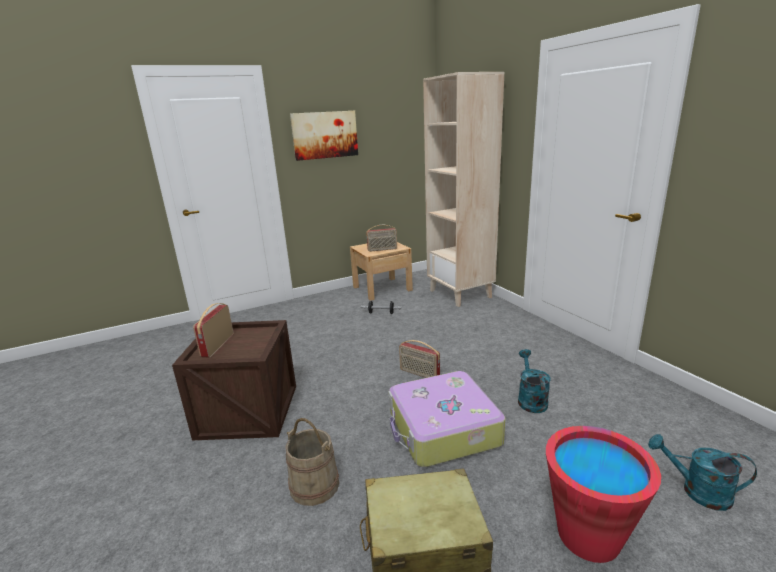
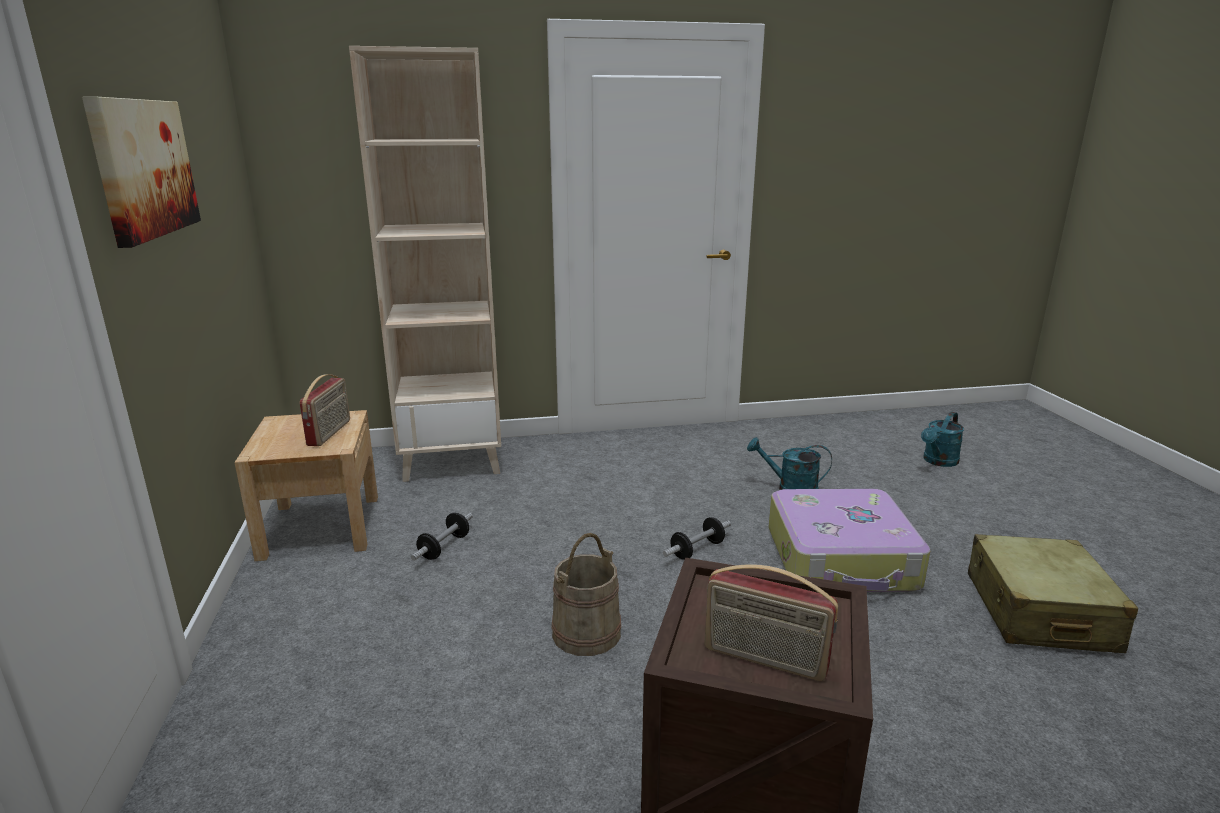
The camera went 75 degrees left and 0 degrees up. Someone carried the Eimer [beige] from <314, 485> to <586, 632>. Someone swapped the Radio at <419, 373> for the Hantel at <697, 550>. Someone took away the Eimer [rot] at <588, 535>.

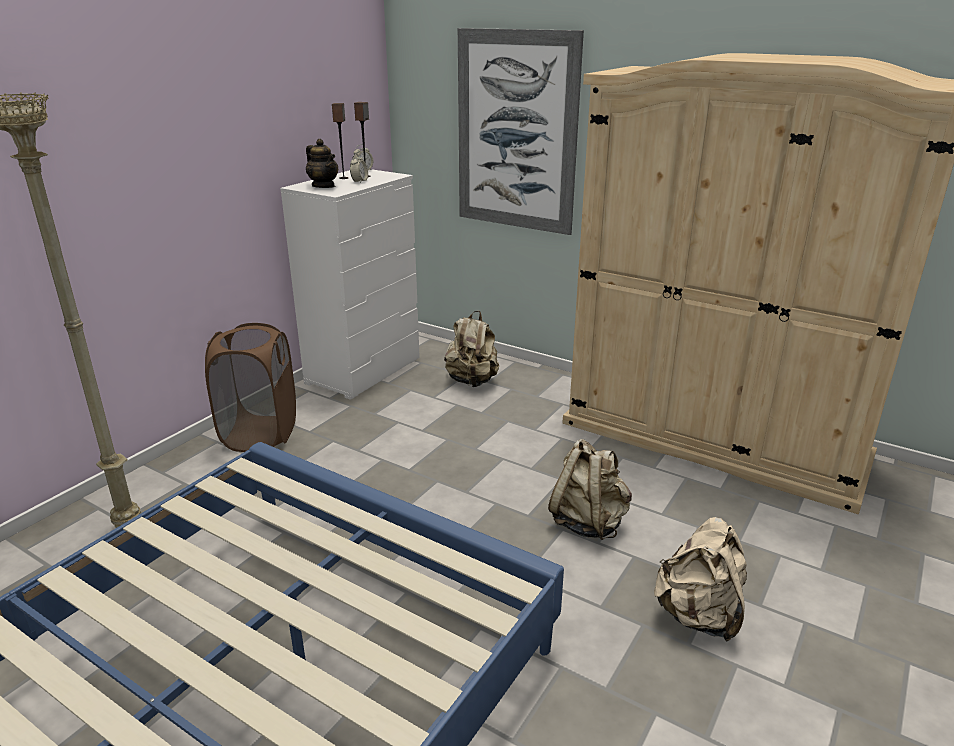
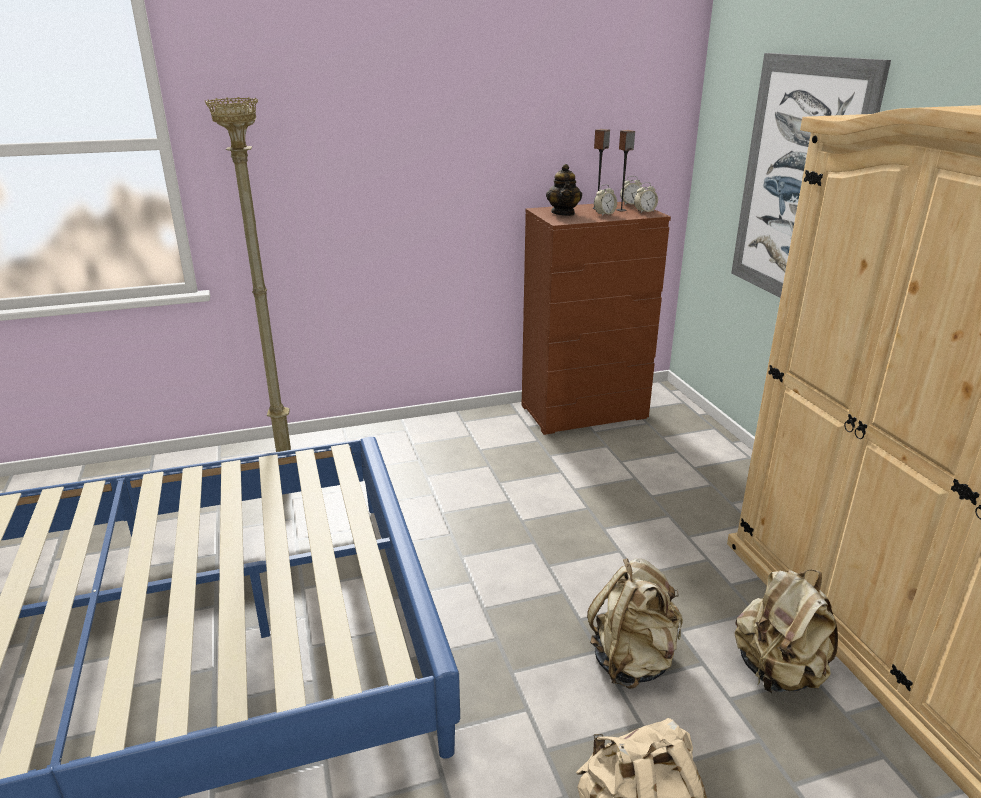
The camera went 40 degrees right and 0 degrees up. Someone took away the Wäschekorb [braun] at <260, 434>. Someone repainted the Kommode [weiß] at <364, 371>, which became the Kommode [braun] at <584, 412>. Someone carried the Rucksack [beige] from <472, 381> to <778, 672>. Someone put down the Wecker at <644, 212>.

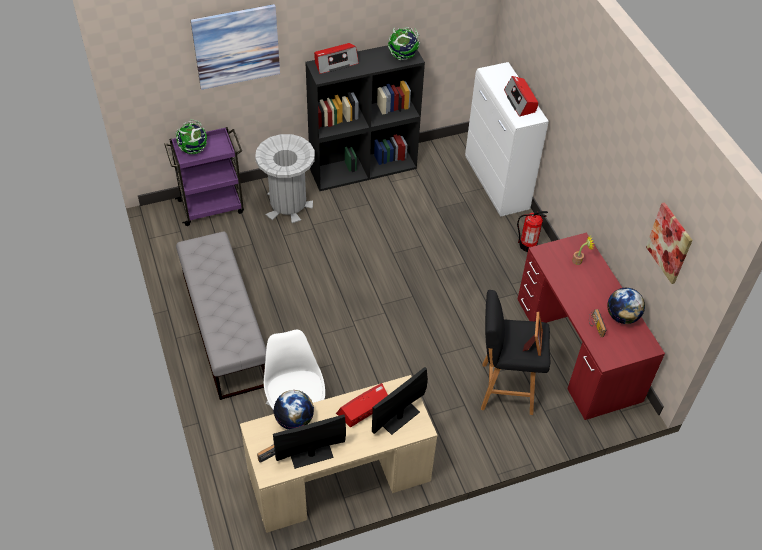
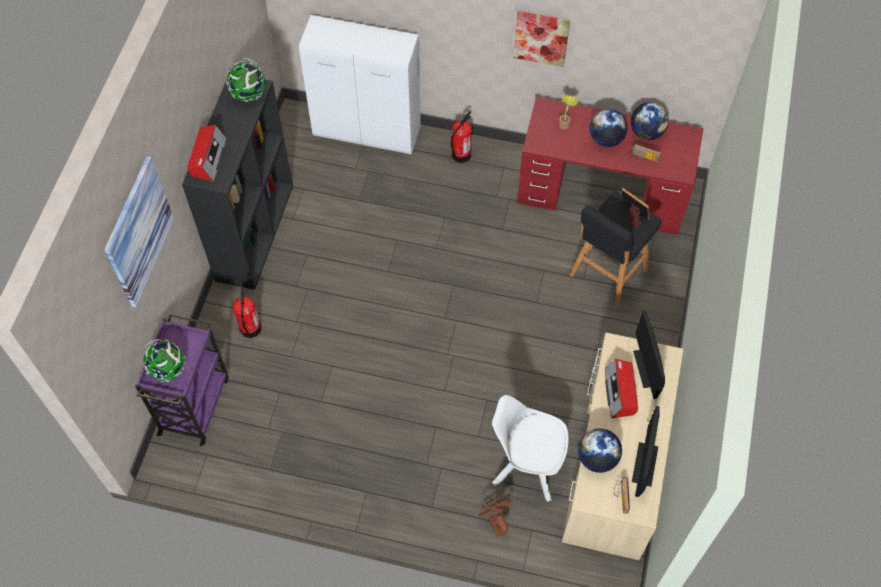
The camera went 55 degrees left and 10 degrees up. Someone took away the Bank [grau] at <224, 327>. Someone swapped the Mülleimer [grau] at <288, 204> for the Feuerlöscher at <250, 329>. Someone took away the Radio at <520, 101>. Someone carried the Bild from <669, 243> to <541, 38>. Someone put down the Ventilator [braun] at <496, 521>. Someone put down the Globus at <606, 139>.

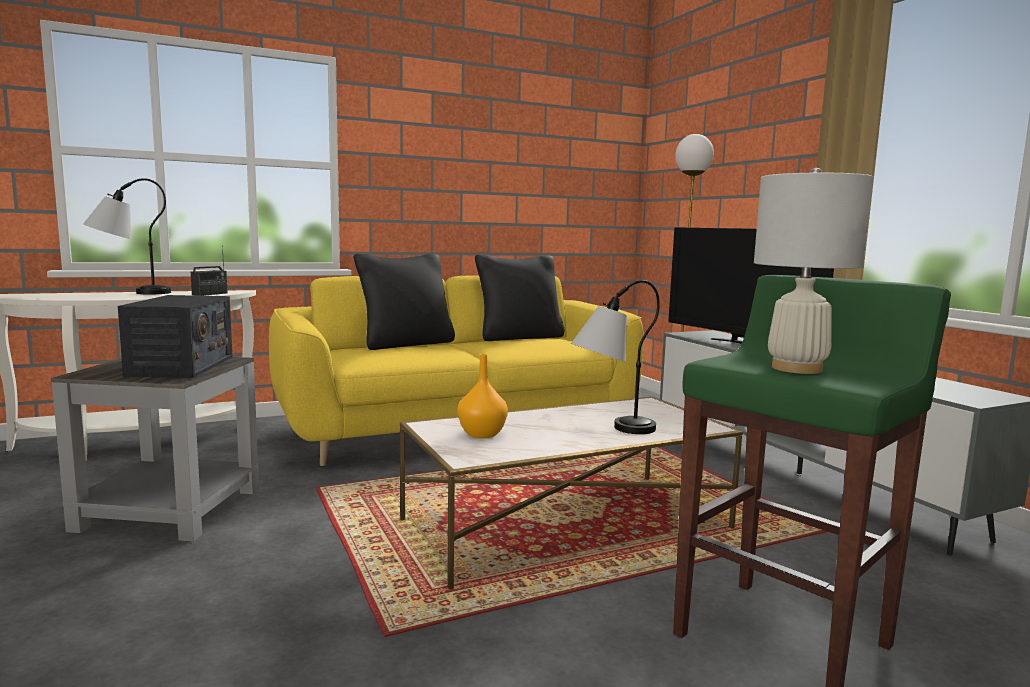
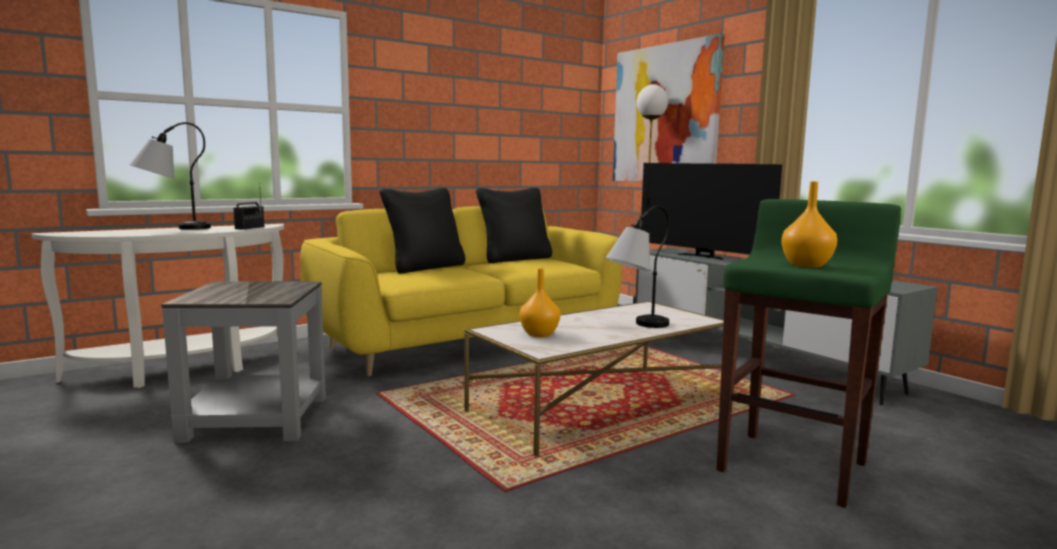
The camera went 10 degrees left and 0 degrees up. Someone took away the Radio at <181, 366>. Someone swapped the Tischlampe [weiß] at <796, 368> for the Vase [orange] at <806, 265>. Someone put up the Bild at <665, 115>.

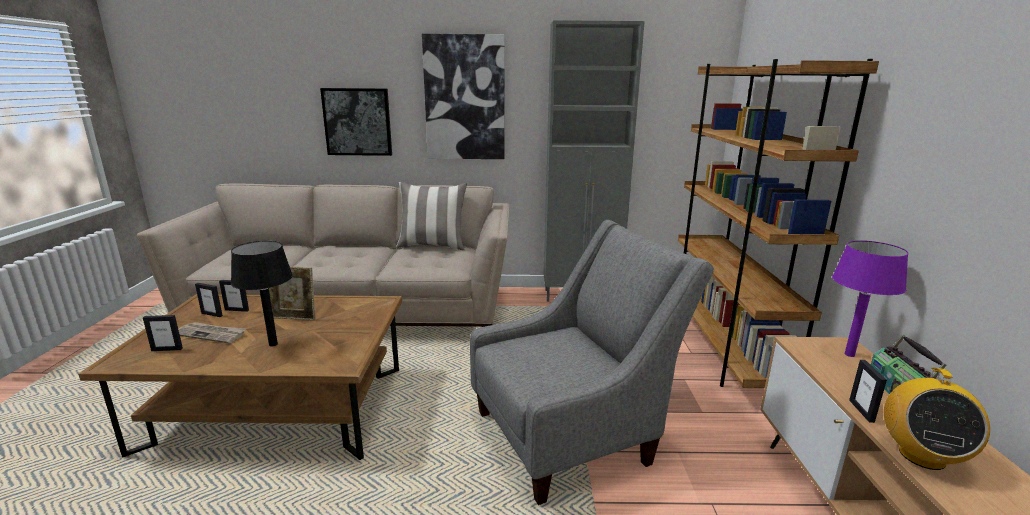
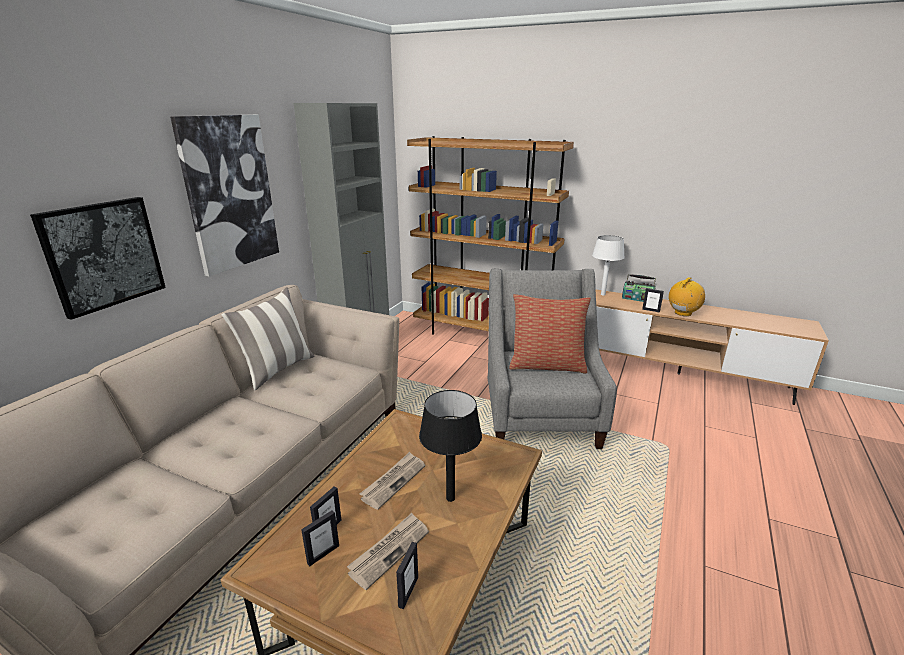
The camera went 65 degrees left and 5 degrees up. Someone swapped the Bilderrahmen at <294, 318> for the Zeitung at <393, 481>. Someone repainted the Tischlampe [lila] at <850, 354>, which became the Tischlampe [weiß] at <603, 294>. Someone rotated the Radio at <921, 455> by 90 degrees counterclockwise. Someone put down the Kissen at <547, 365>.

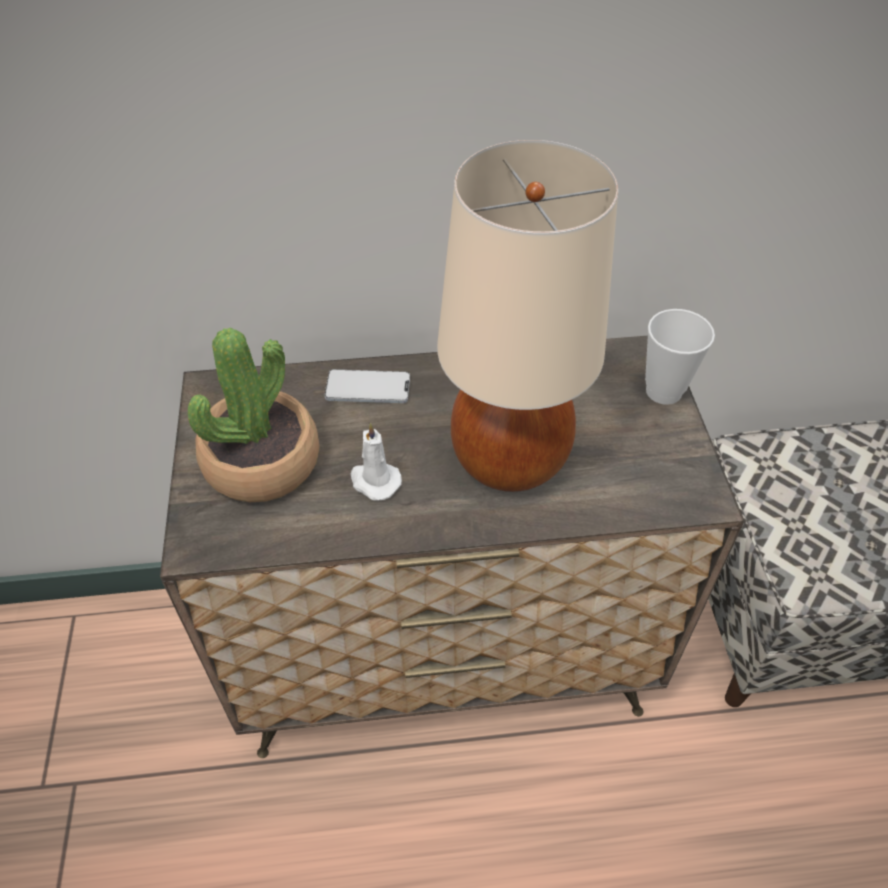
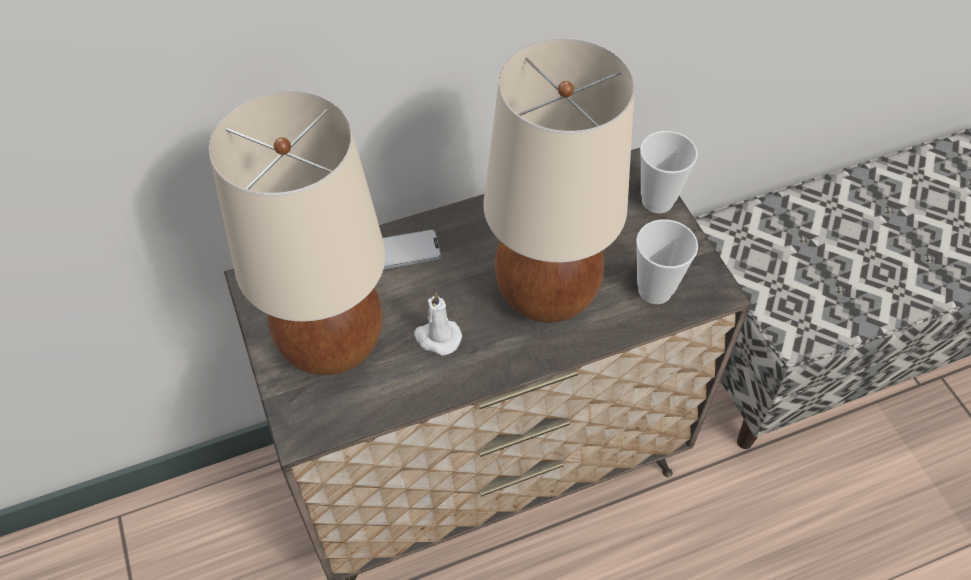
The camera went 15 degrees left and 5 degrees up. Someone swapped the Topfpflanze at <262, 461> for the Tischlampe [beige] at <331, 341>. Someone put down the Tasse at <655, 290>.

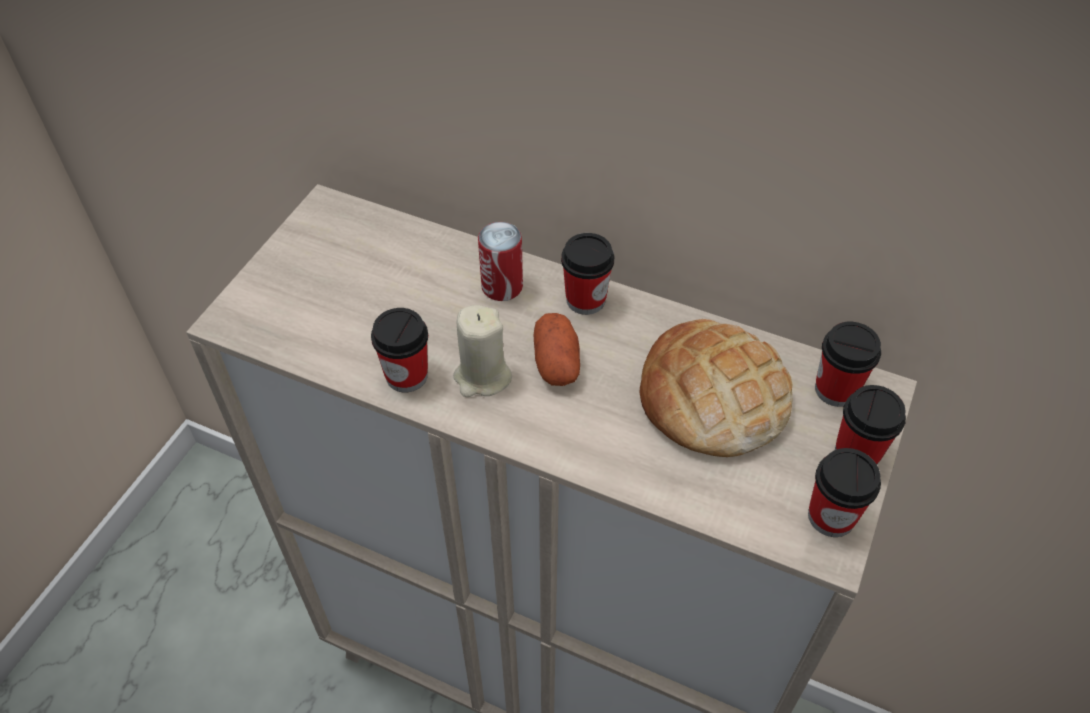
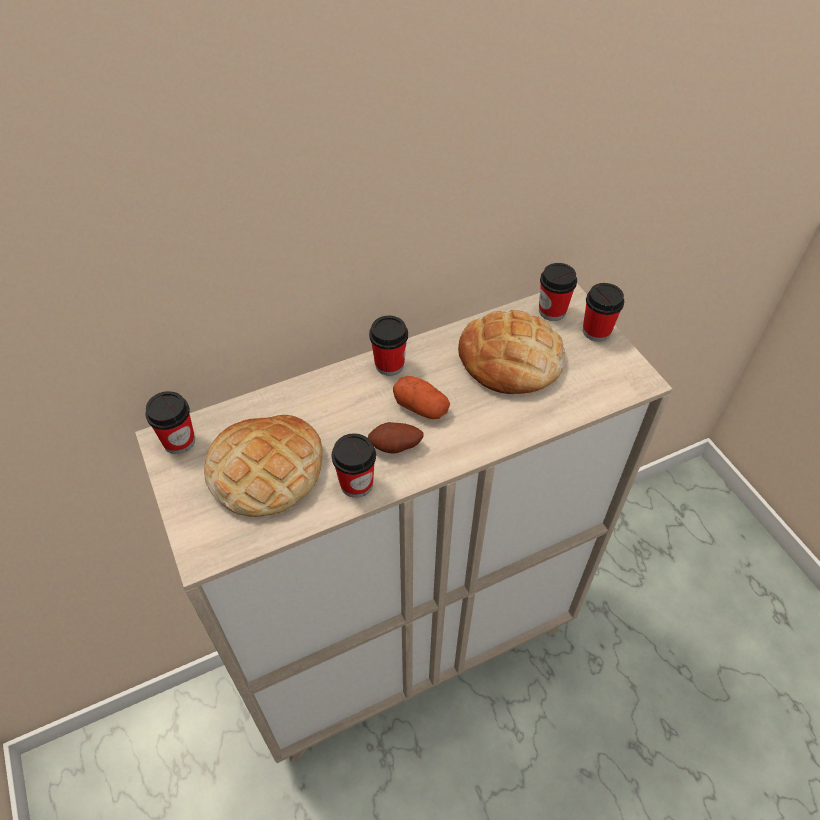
The camera went 50 degrees left and 0 degrees up. Someone swapped the Kerze [beige] at <482, 377> for the Kartoffel at <396, 447>. Someone took away the Dose at <502, 286>. Someone carried the Tasse from <831, 516> to <179, 441>. Someone put down the Brot at <266, 470>.

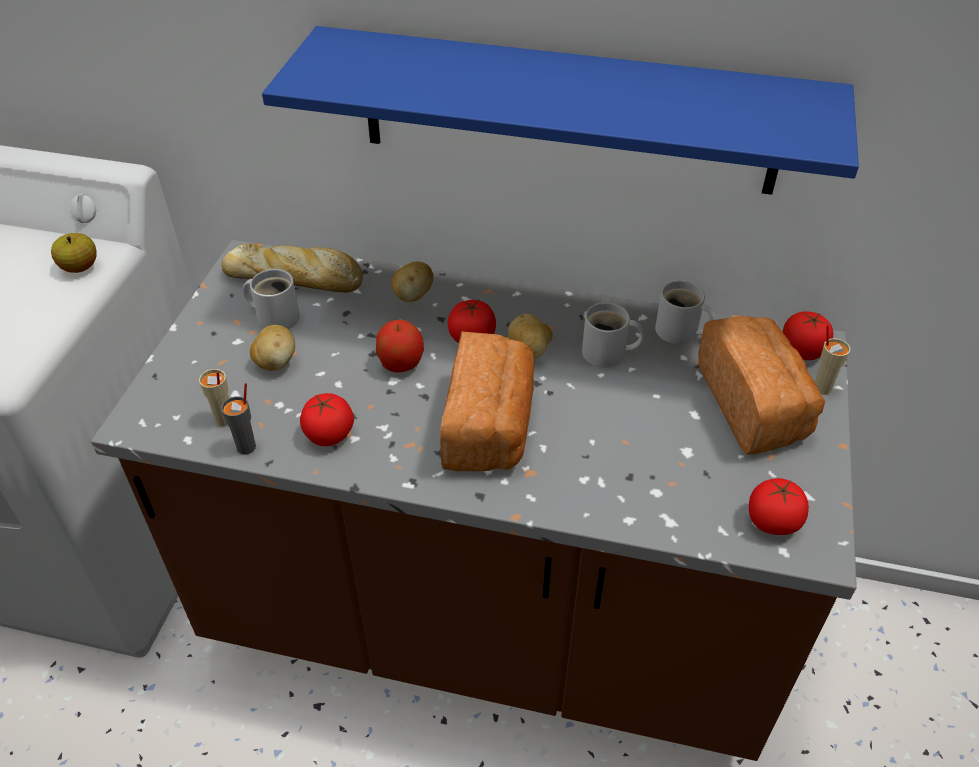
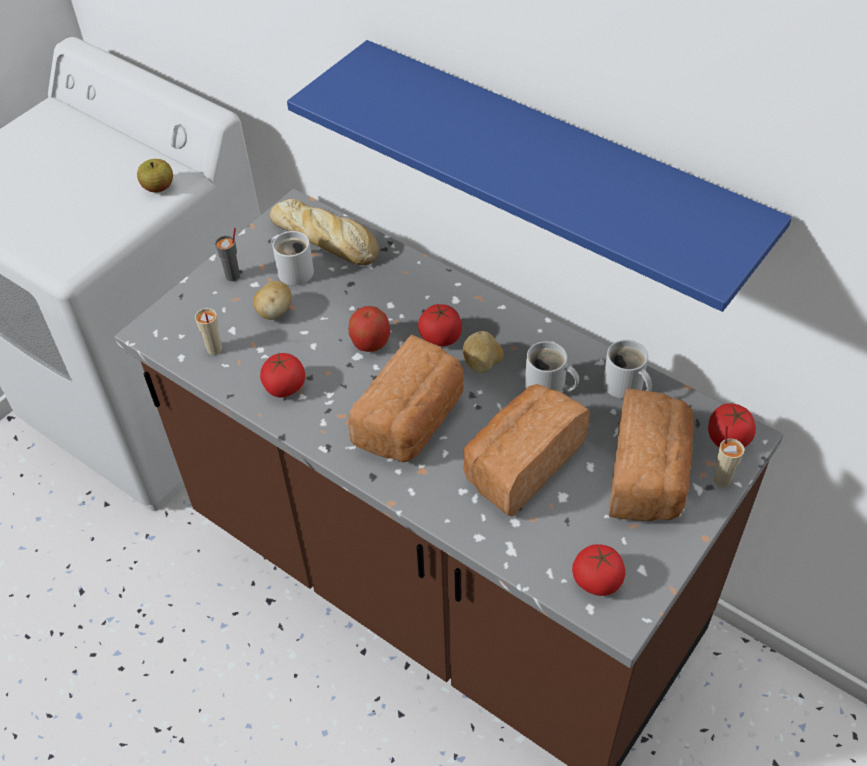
The camera went 25 degrees right and 5 degrees up. Someone carried the Tasse [grau] from <247, 447> to <233, 276>. Someone took away the Kartoffel at <413, 296>. Someone put down the Brot at <520, 463>.

